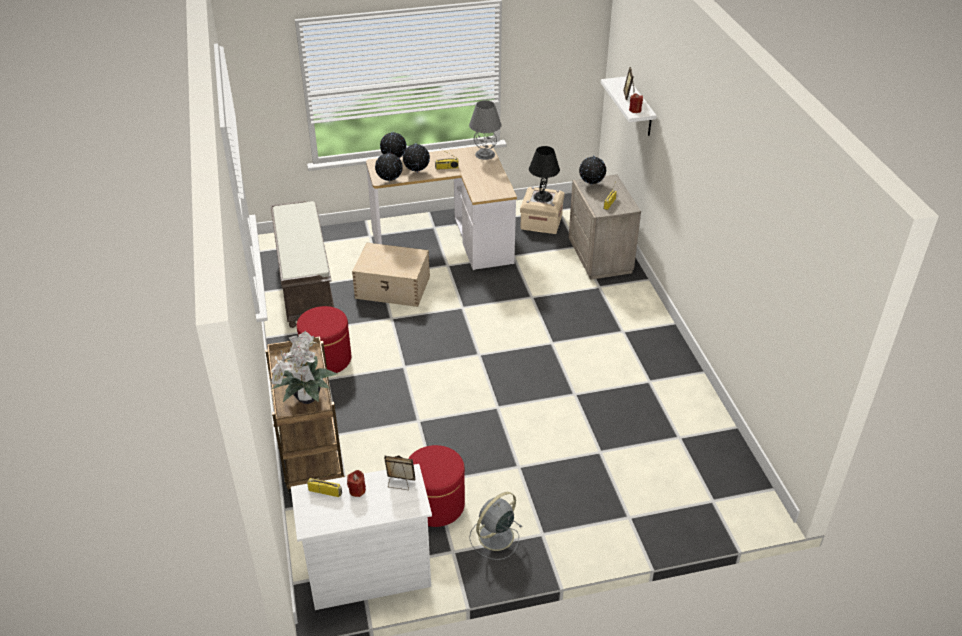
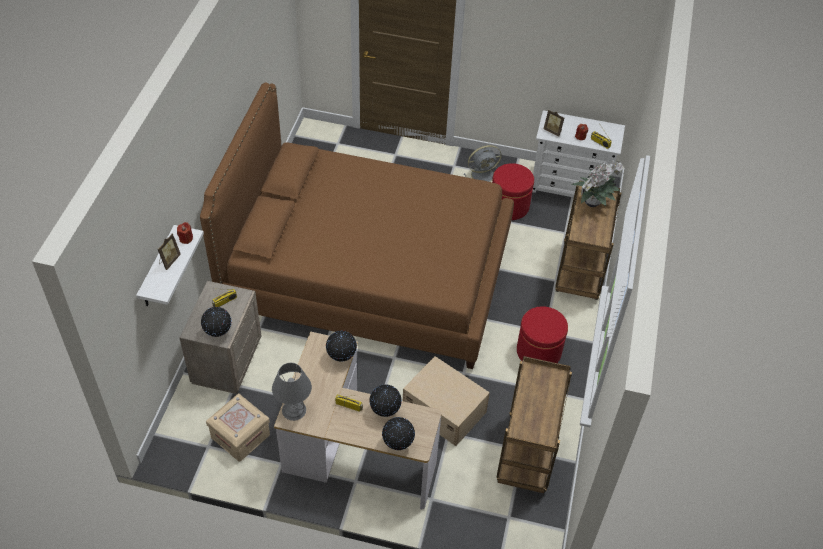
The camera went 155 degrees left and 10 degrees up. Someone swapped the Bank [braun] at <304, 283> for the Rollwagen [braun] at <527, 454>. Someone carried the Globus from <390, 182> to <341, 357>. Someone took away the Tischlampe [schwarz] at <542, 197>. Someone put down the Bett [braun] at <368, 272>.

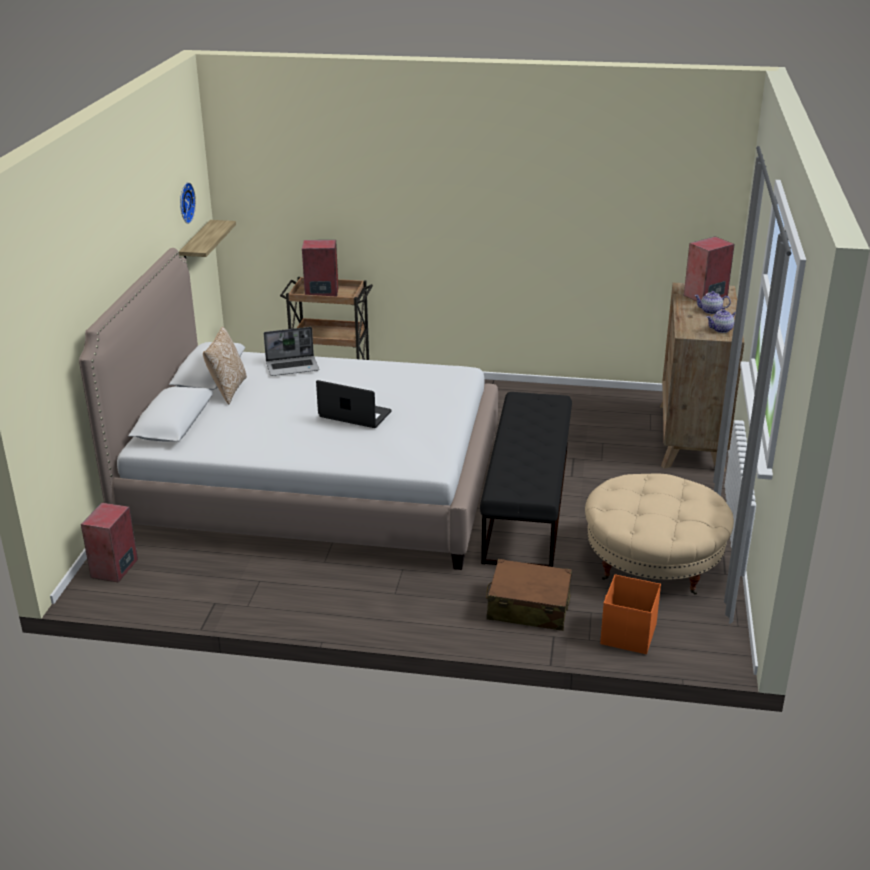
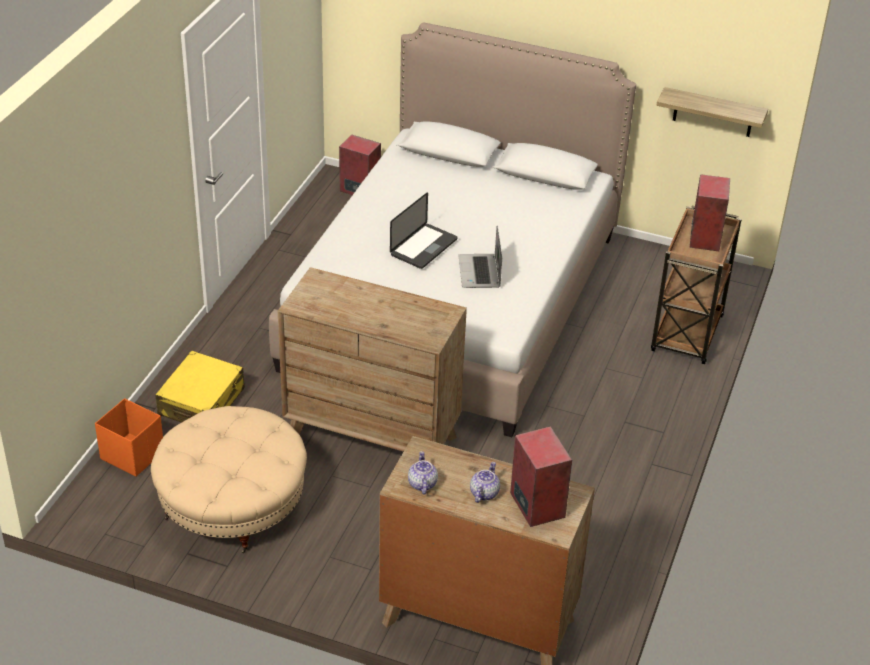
The camera went 100 degrees right and 10 degrees up. Someone took away the Wanduhr at <184, 202>. Someone took away the Kissen at <227, 390>. Someone carried the Laptop from <293, 367> to <480, 273>. Someone swapped the Bank [schwarz] at <527, 504> for the Kommode [braun] at <372, 437>. Someone repainted the Koffer [braun] at <528, 607>, which became the Koffer [gelb] at <202, 402>.

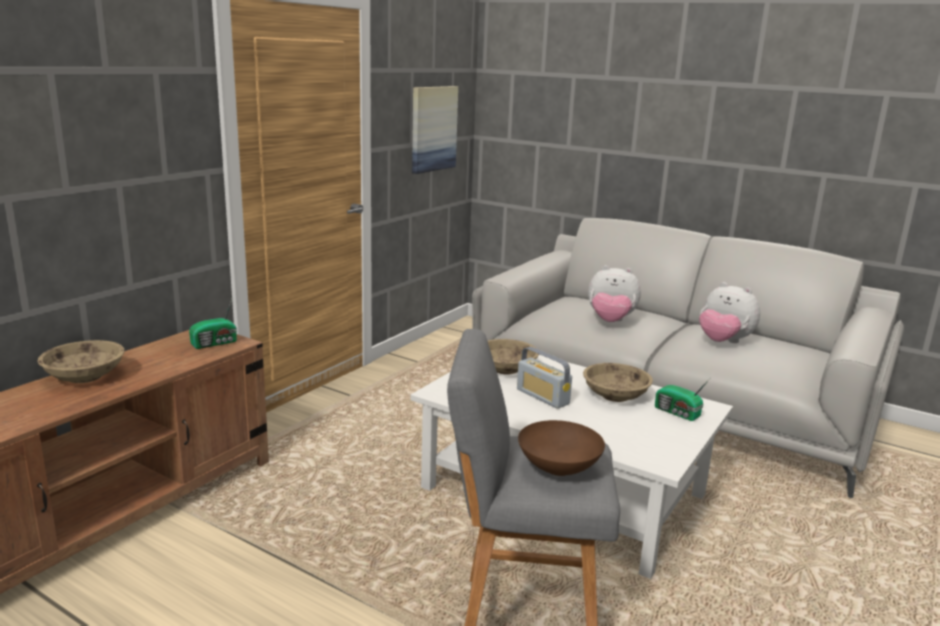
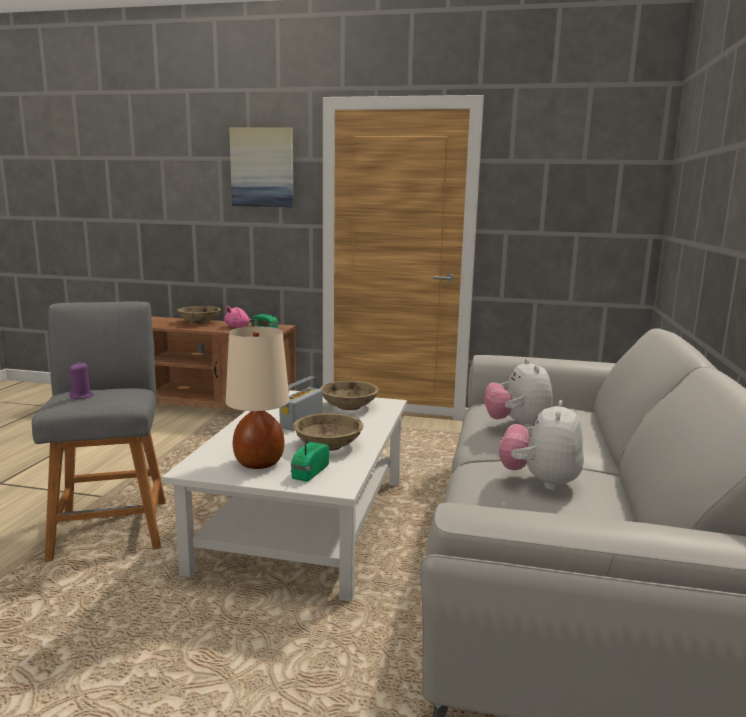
The camera went 70 degrees right and 5 degrees down. Someone carried the Bild from <433, 128> to <262, 167>. Someone swapped the Schüssel [braun] at <560, 469> for the Kerze [lila] at <82, 396>. Someone put down the Plüschtier [rosa] at <238, 327>. Someone put down the Tischlampe [beige] at <259, 463>.

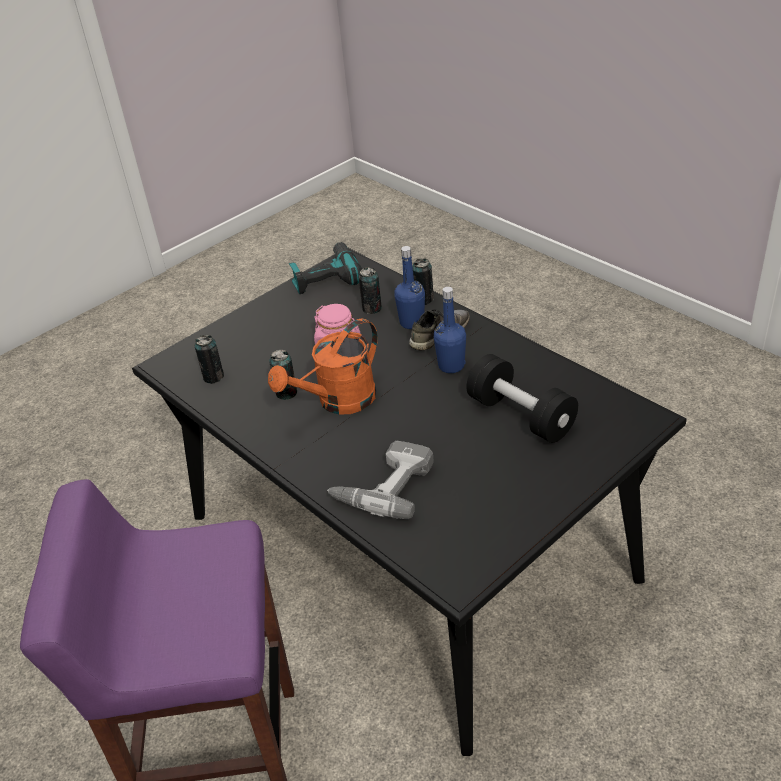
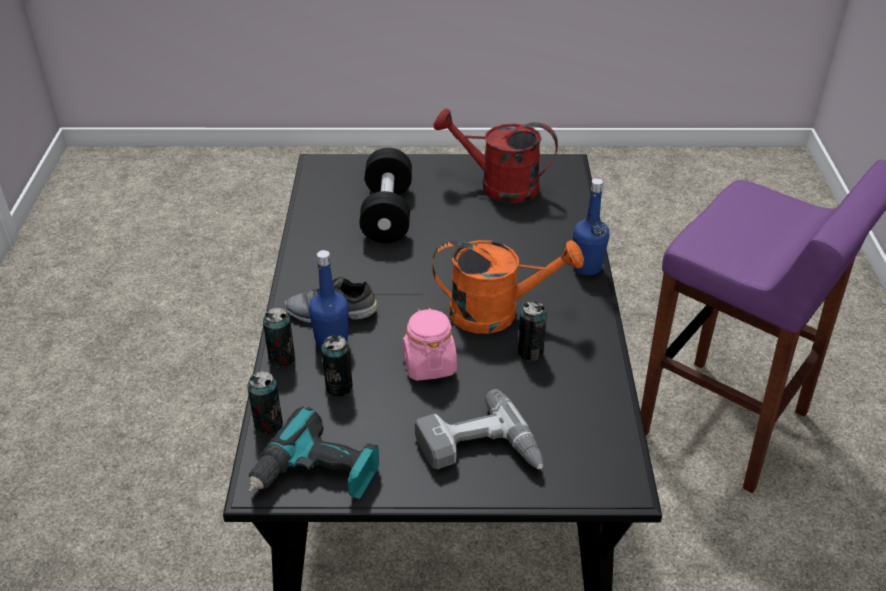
The camera went 140 degrees left and 0 degrees up. Someone carried the Dose from <213, 377> to <268, 424>. Someone carried the Bohrmaschine from <383, 486> to <479, 452>. Someone carried the Flasche [blau] from <451, 366> to <587, 267>. Someone put down the Gießkanne [rot] at <498, 186>.

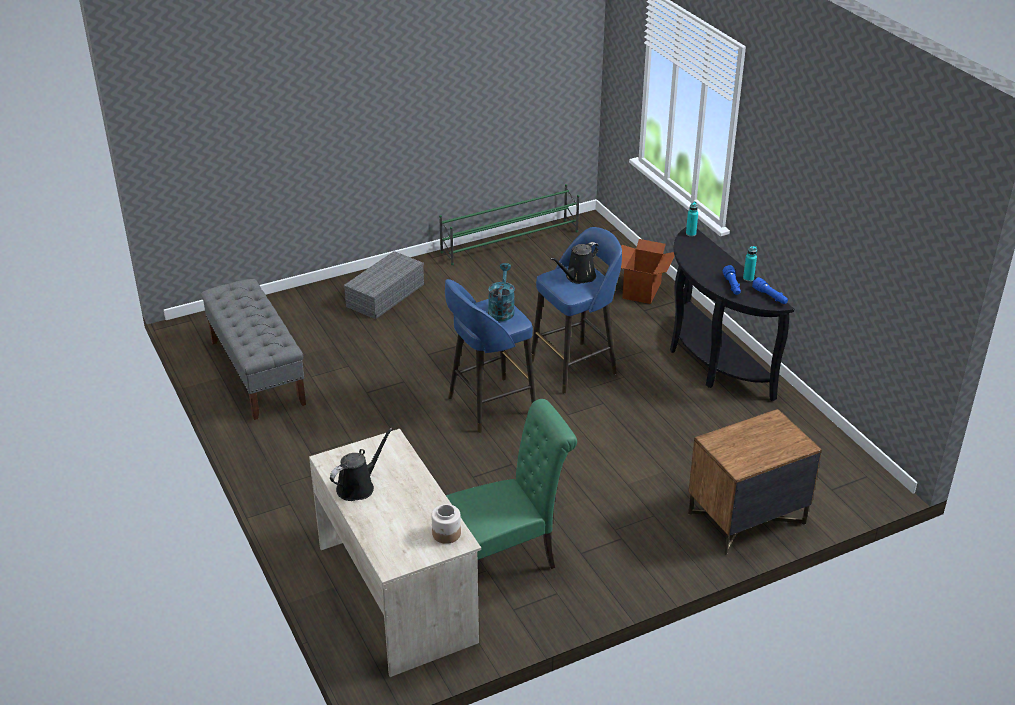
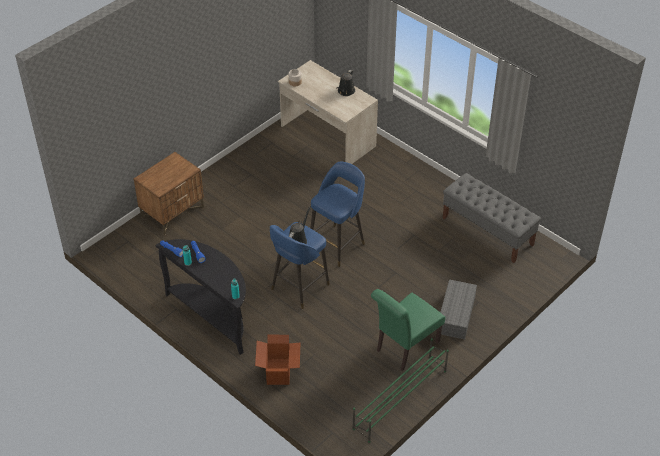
The camera went 160 degrees right and 10 degrees up. Someone carried the Stuhl [grün] from <507, 559> to <404, 348>. Someone took away the Gießkanne [türkis] at <501, 309>.

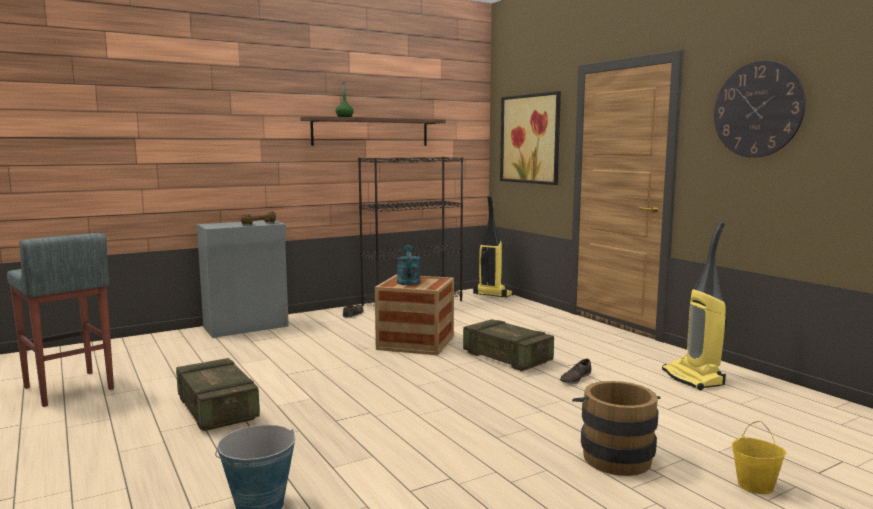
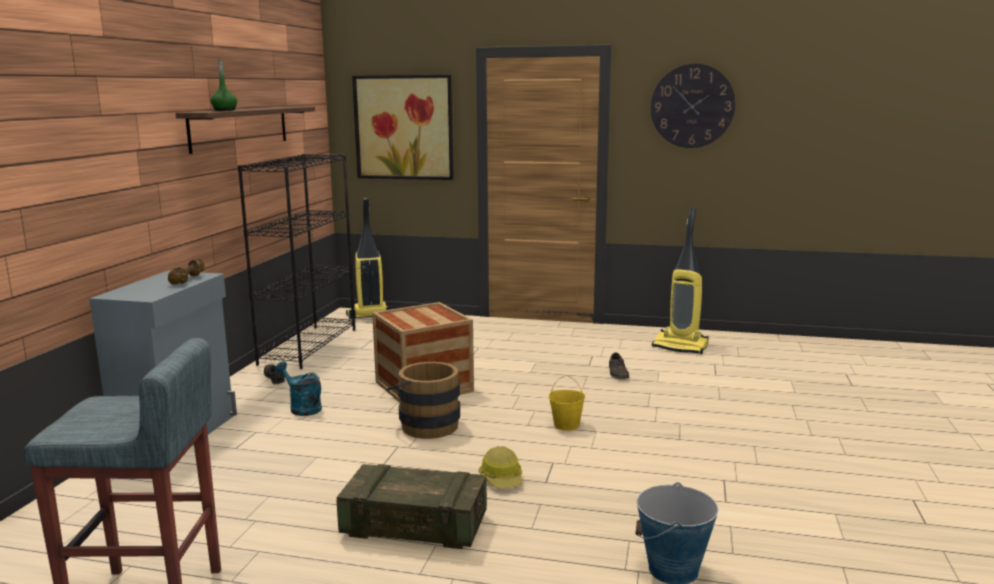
The camera went 45 degrees left and 5 degrees up. Someone carried the Gießkanne [türkis] from <408, 281> to <302, 408>. Someone took away the Kiste at <507, 358>. Someone carried the Eimer [braun] from <614, 455> to <425, 425>. Someone carried the Eimer [gelb] from <755, 486> to <566, 425>. Someone put down the Schutzhelm at <502, 479>.

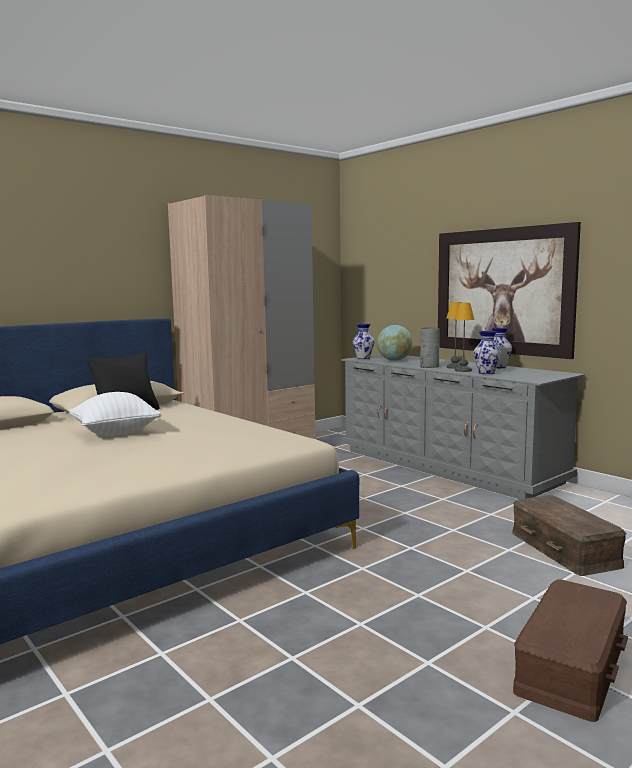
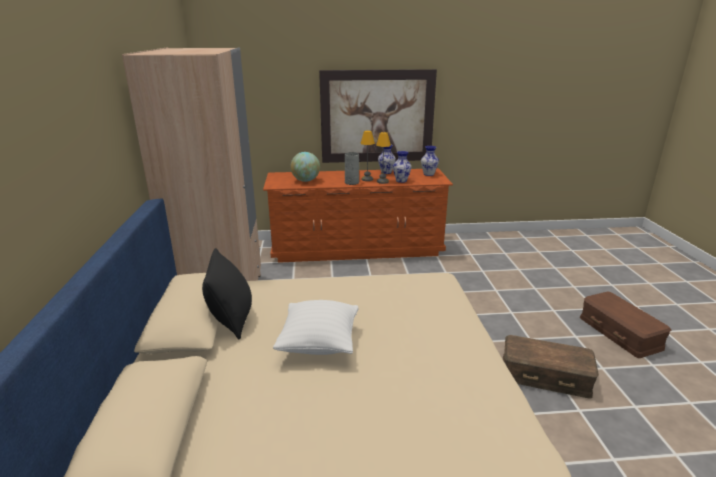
The camera went 55 degrees left and 15 degrees up. Someone repainted the Kommode [grau] at <447, 466>, which became the Kommode [braun] at <357, 248>. Someone carried the Vase from <363, 358> to <428, 174>. Someone carried the Aufbewahrungsbox [braun] from <565, 549> to <545, 375>.

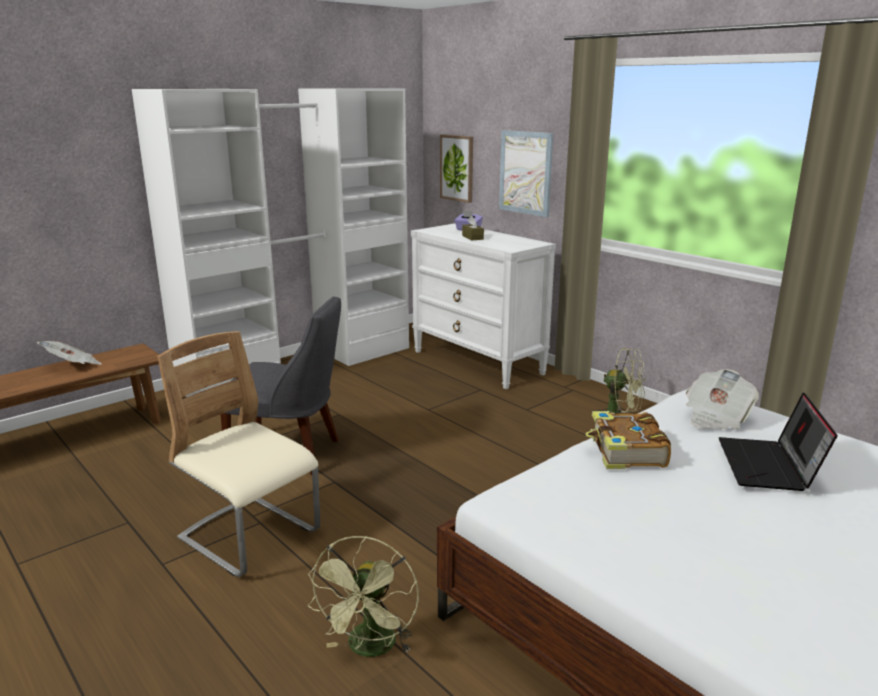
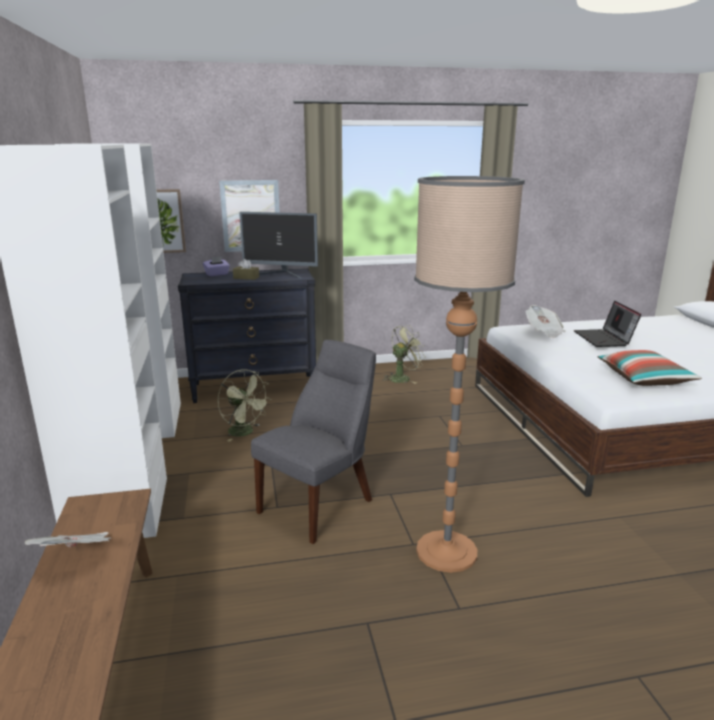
The camera went 60 degrees left and 0 degrees up. Someone swapped the Stuhl [beige] at <250, 537> for the Stehlampe at <446, 551>. Someone carried the Ventilator [grün] from <370, 649> to <245, 432>. Someone repainted the Kommode [weiß] at <478, 362>, which became the Kommode [schwarz] at <255, 388>. Someone took away the Buch at <626, 452>. Someone rotated the Laptop at <769, 466> by 45 degrees clockwise. Someone put down the Monitor at <281, 275>. Someone put down the Kissen at <644, 379>.

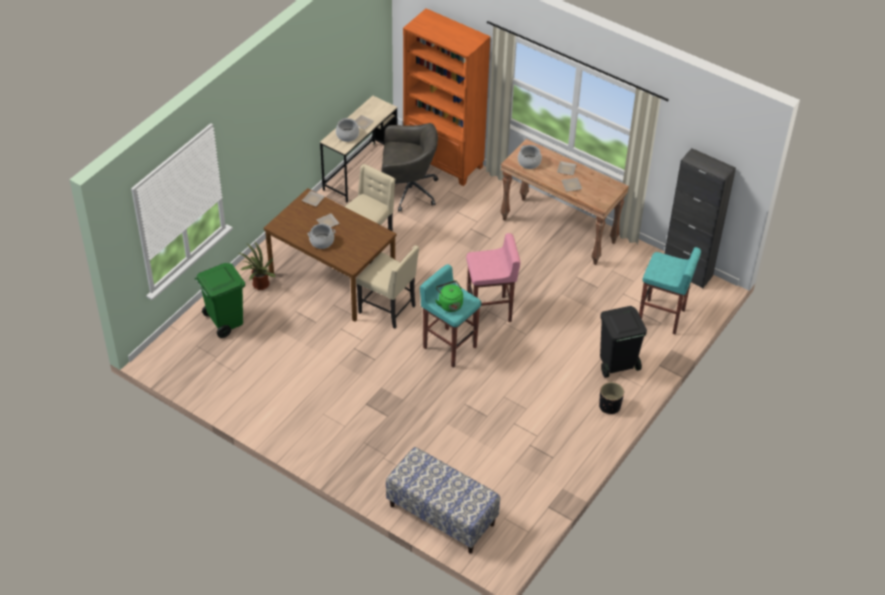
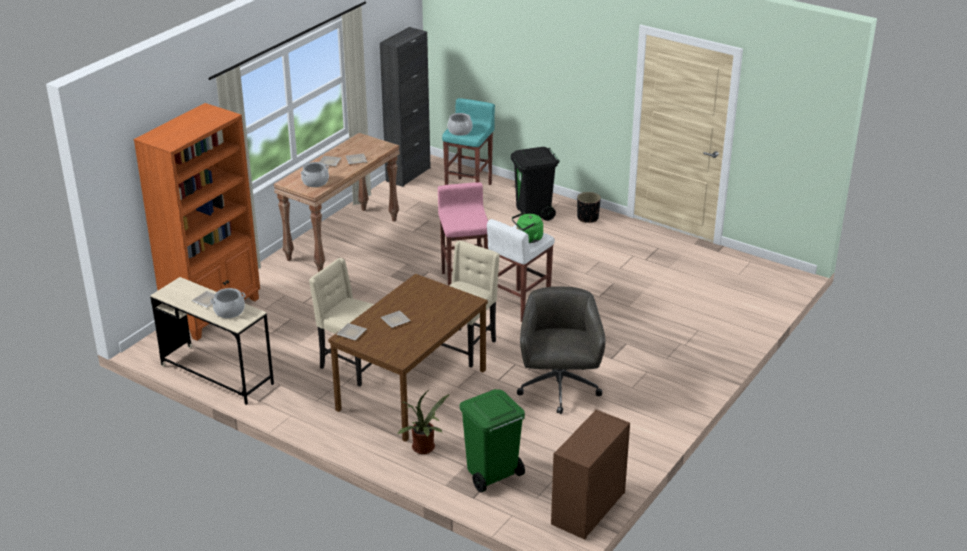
The camera went 90 degrees left and 15 degrees down. Someone carried the Kochtopf from <322, 241> to <459, 131>. Someone carried the Bürostuhl [grau] from <407, 191> to <559, 389>. Someone took away the Bank at <441, 515>. Someone repainted the Hocker [türkis] at <449, 346>, which became the Hocker [weiß] at <519, 305>. Someone put down the Kommode [braun] at <587, 509>.

